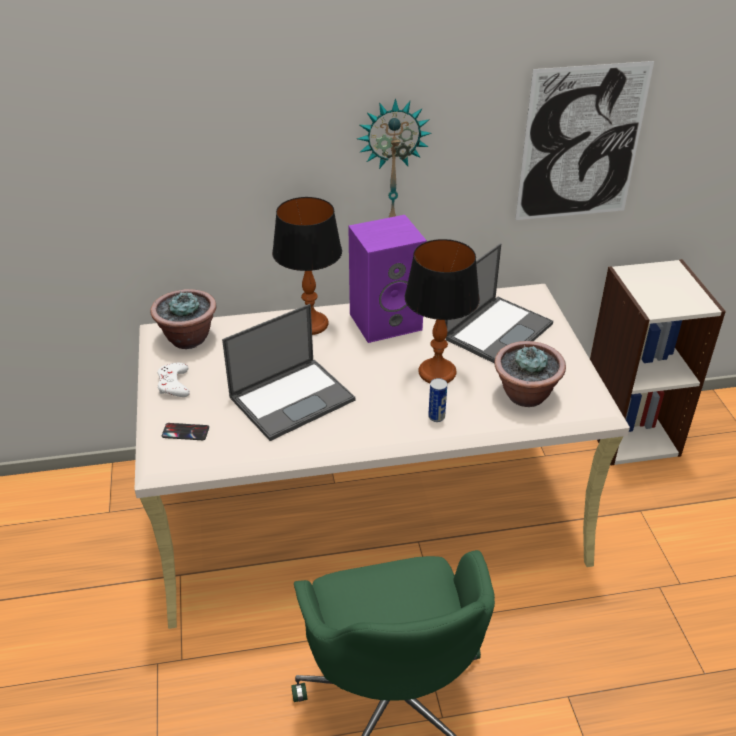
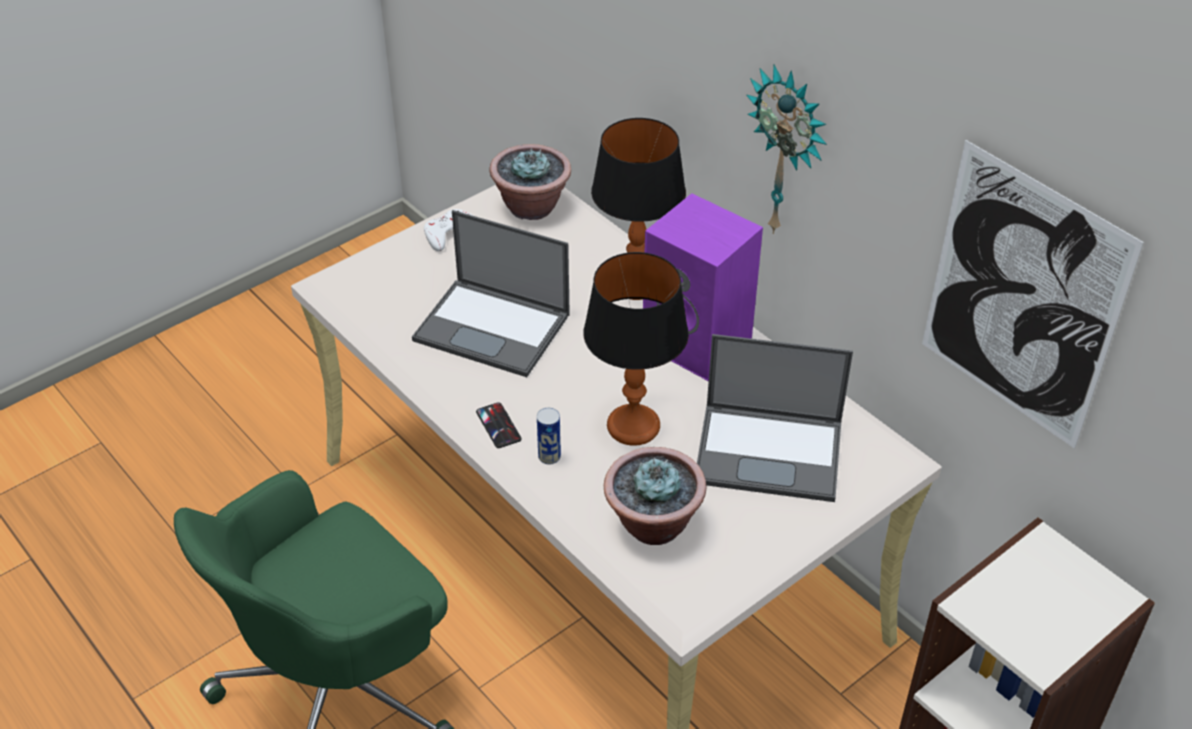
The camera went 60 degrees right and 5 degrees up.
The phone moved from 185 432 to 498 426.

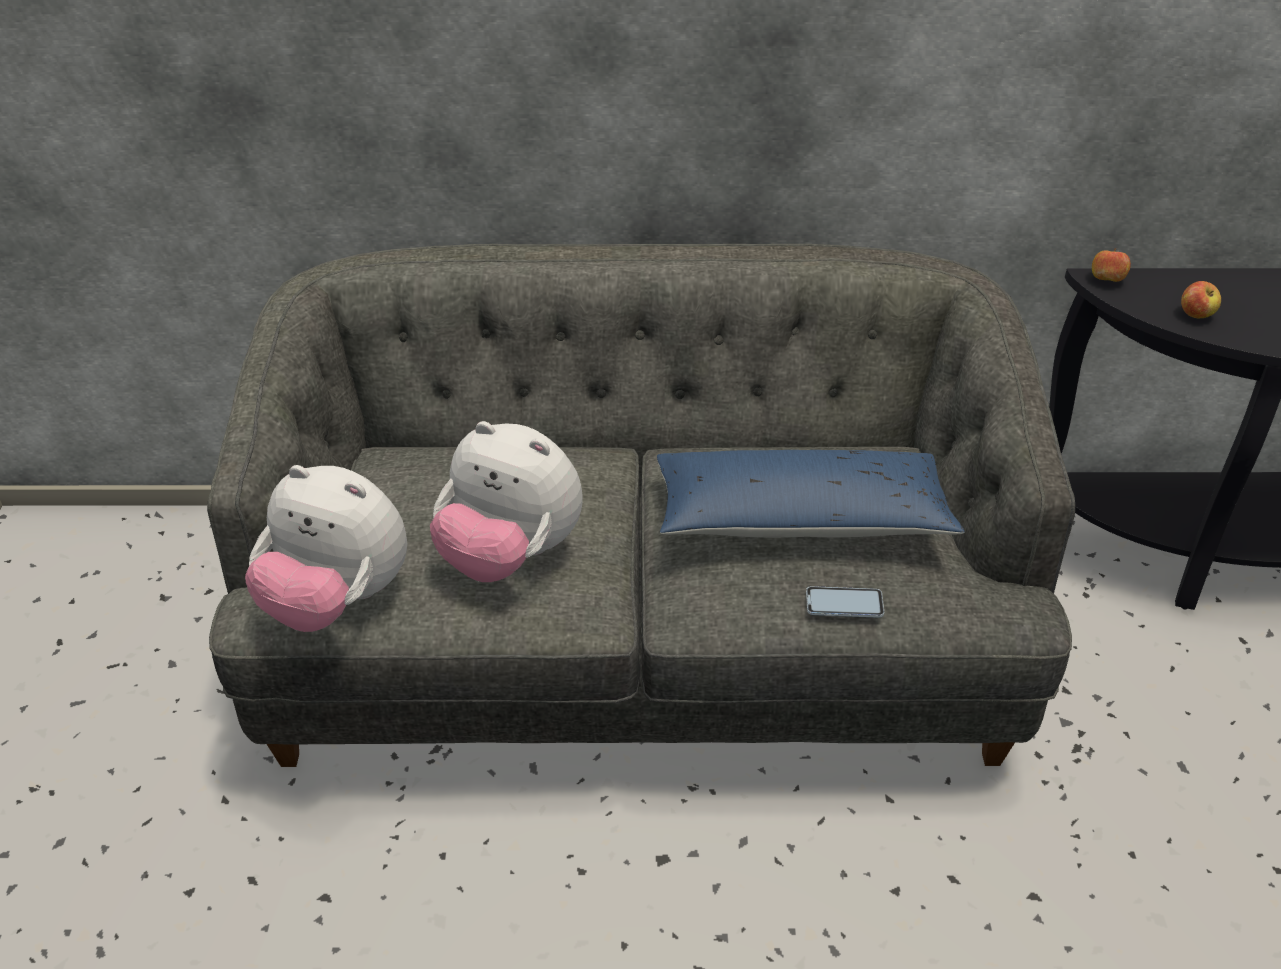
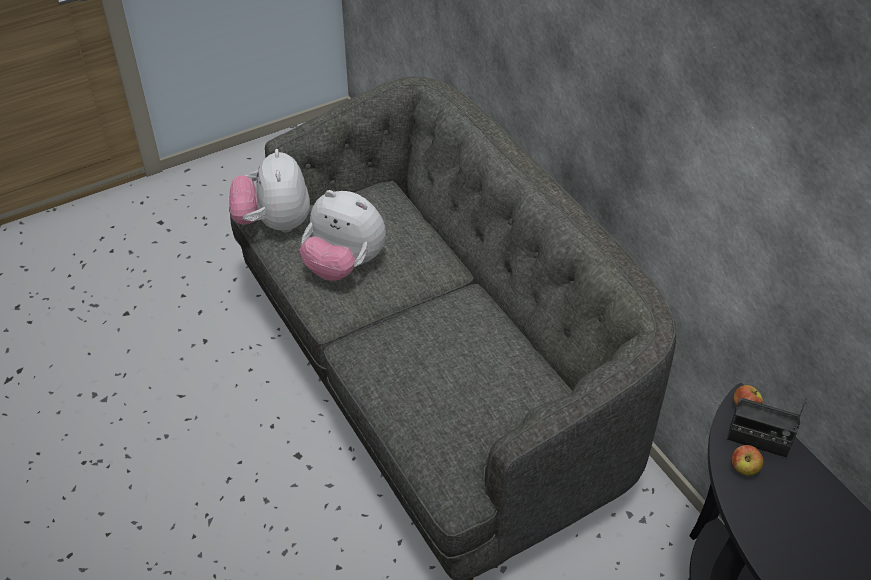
The camera went 60 degrees right and 5 degrees up.
The plush toy at 510 555 turned 60 degrees counterclockwise.
The radio at 758 441 appeared.
The blue pillow at 800 518 disappeared.
The phone at 844 604 disappeared.

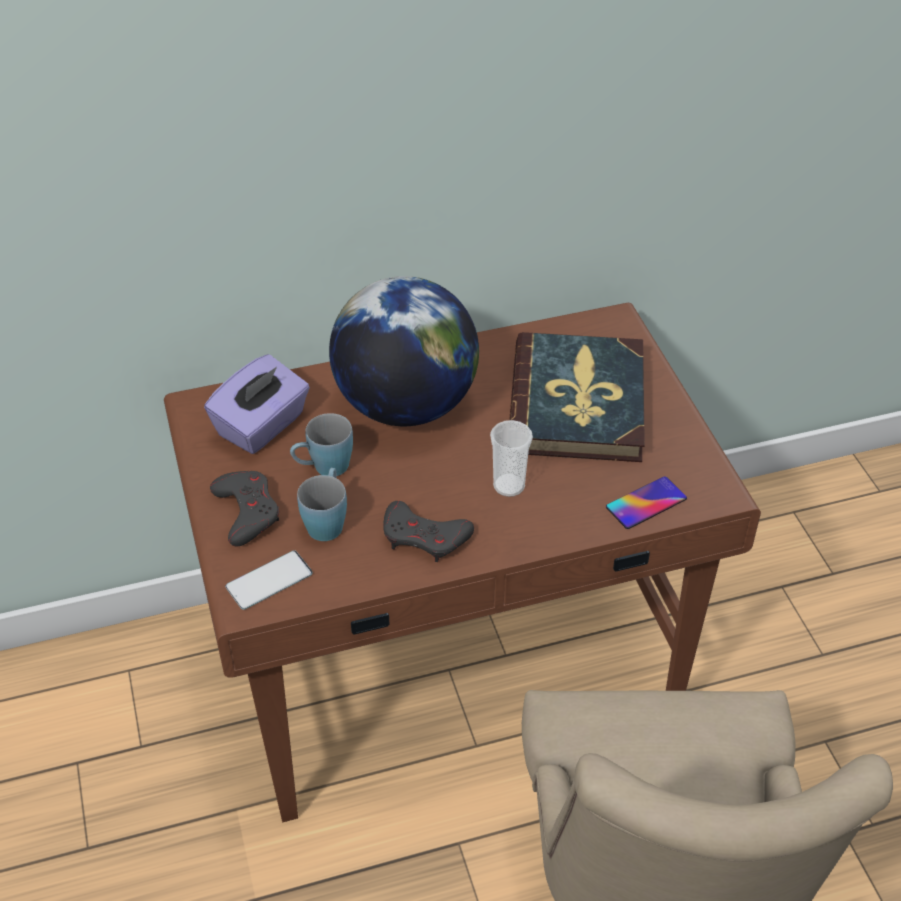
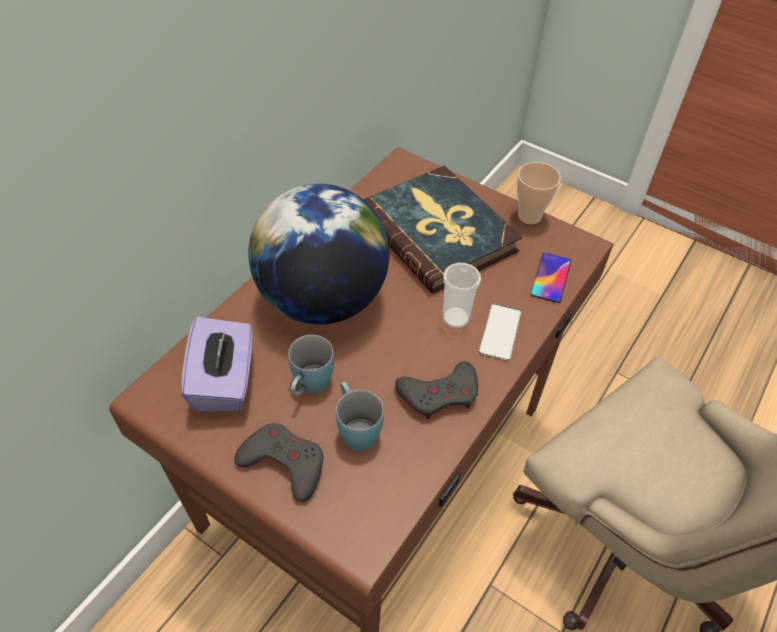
The camera went 40 degrees left and 5 degrees up.
The phone moved from 269 580 to 500 332.
The cup at 529 216 appeared.

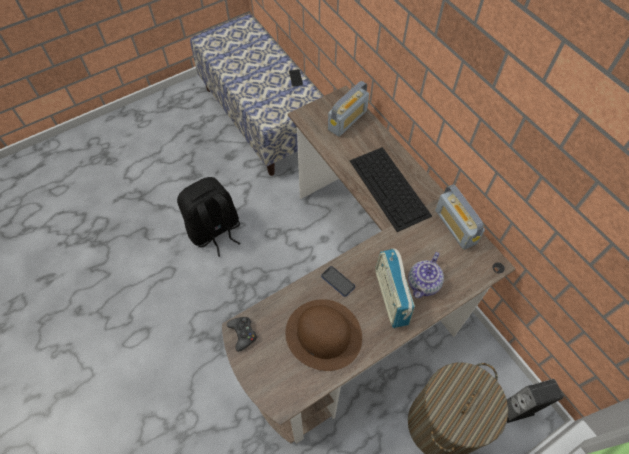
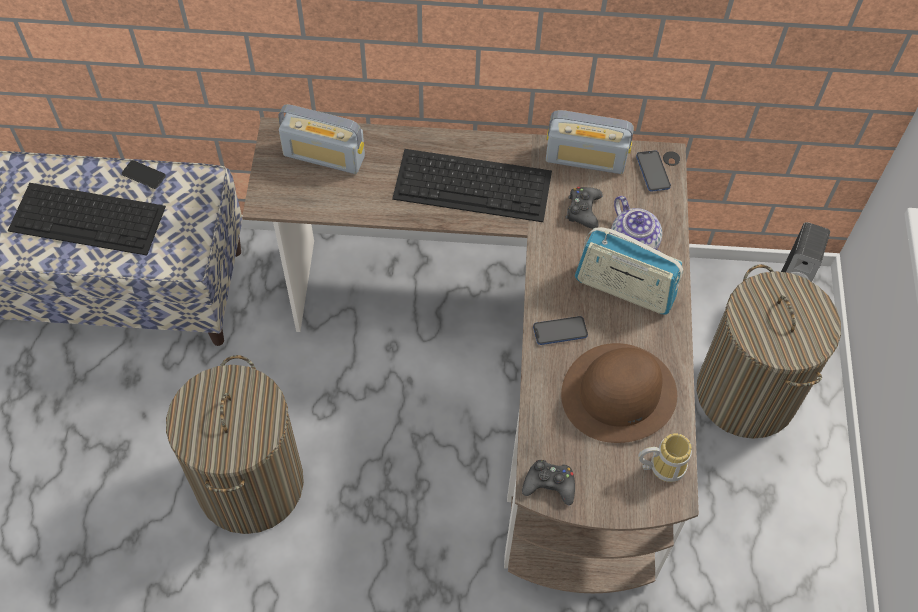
The camera went 55 degrees left and 0 degrees up.
The keyboard at 89 218 appeared.
The black backpack at 214 231 was replaced by the laundry basket at 250 484.
The radio at 347 120 turned 120 degrees clockwise.
The black game controller at 583 210 appeared.
The phone at 653 172 appeared.
The mug at 662 465 appeared.

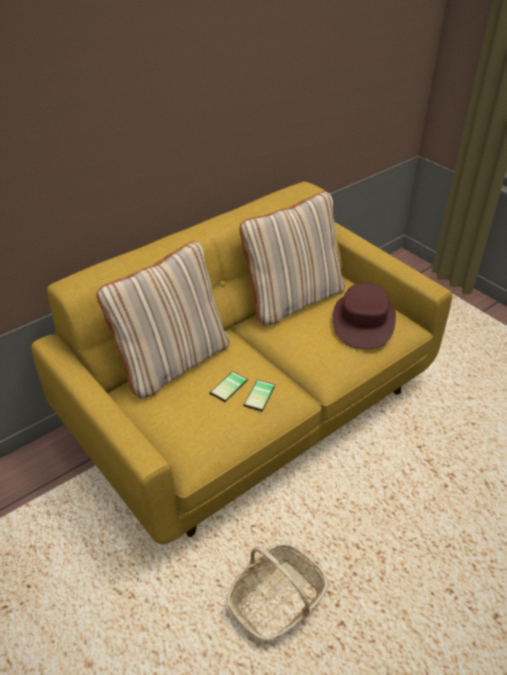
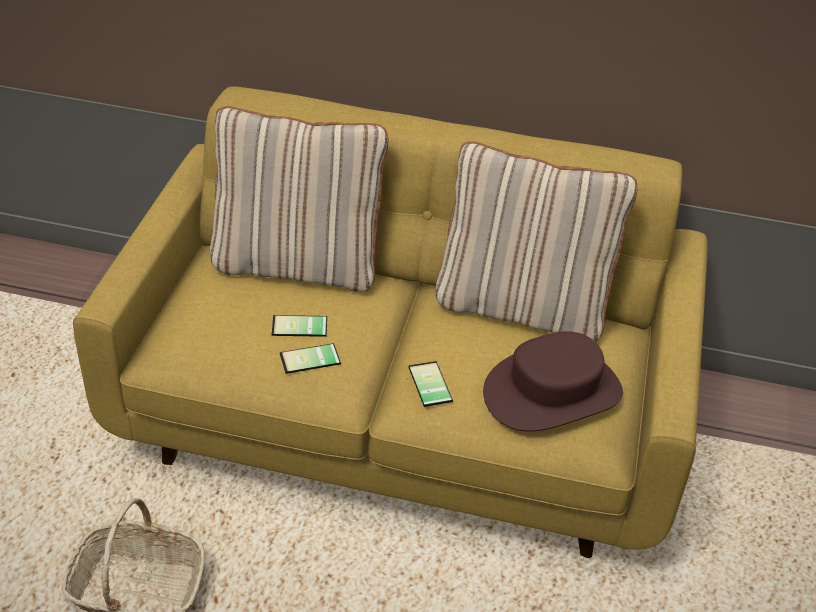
The camera went 50 degrees right and 0 degrees up.
The phone at 427 384 appeared.

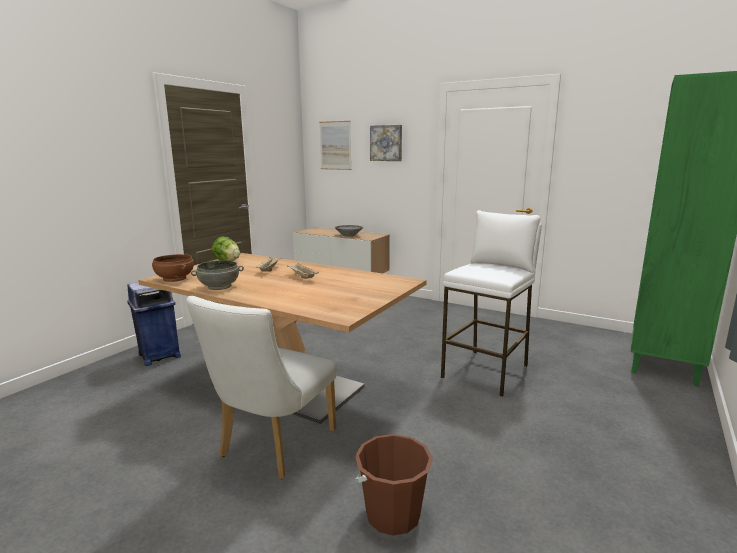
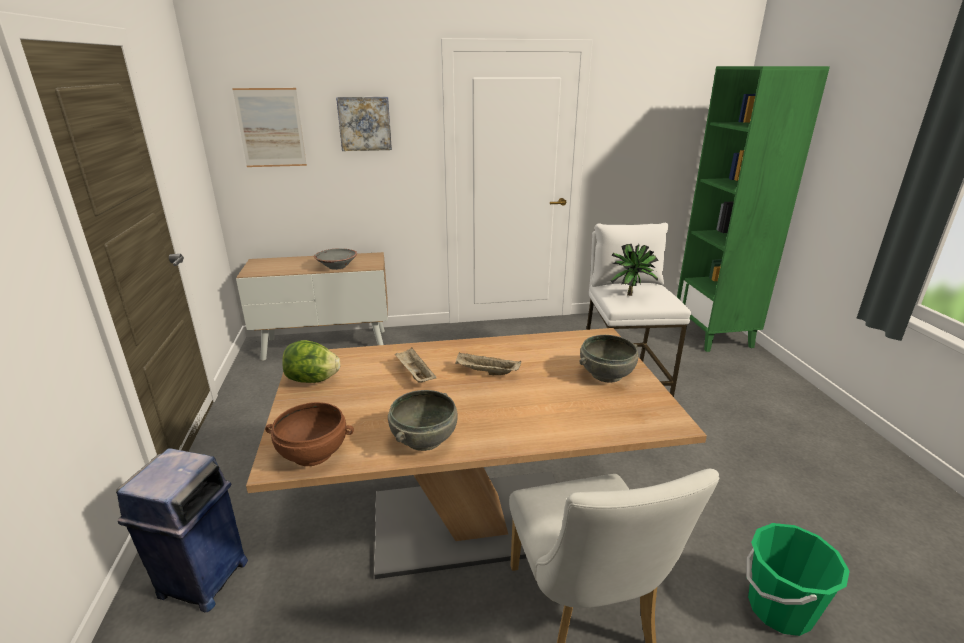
The camera went 40 degrees left and 10 degrees up.
The grey bowl at 606 374 appeared.
The potted plant at 630 294 appeared.
The brown bucket at 393 515 became the green bucket at 779 609.

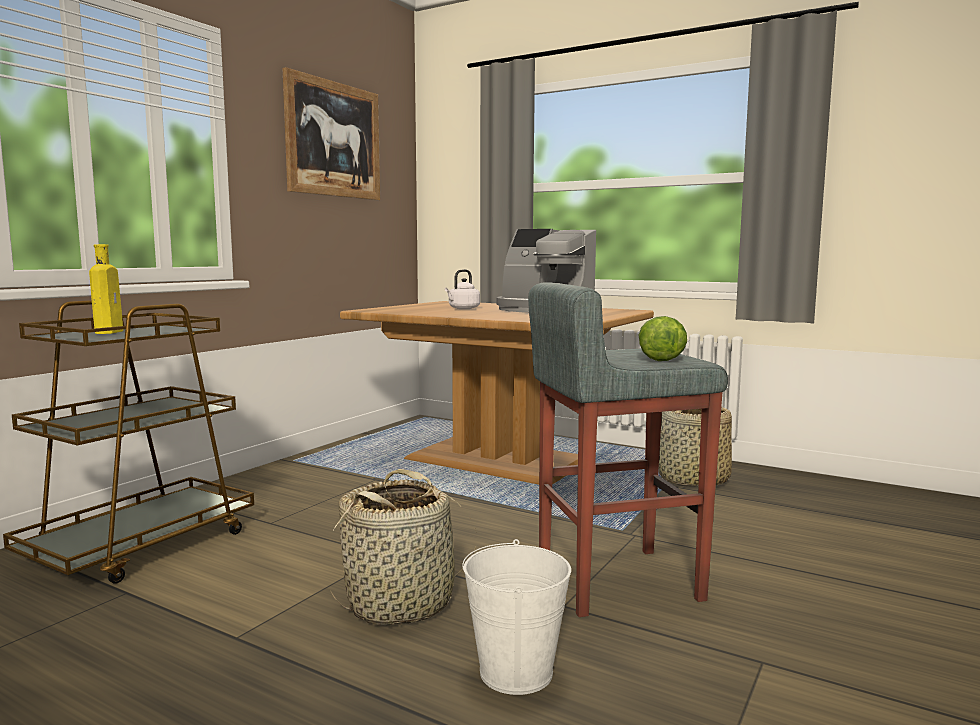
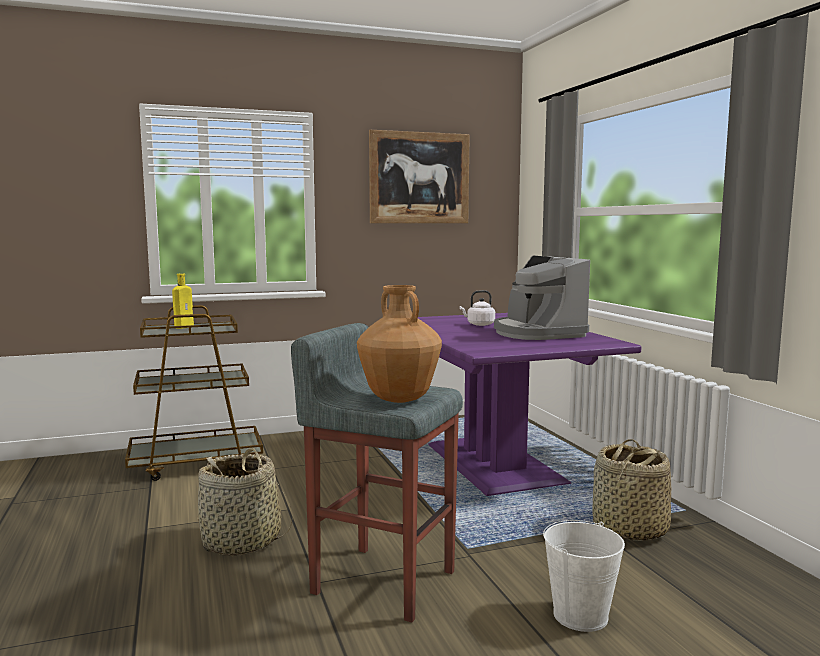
The camera went 40 degrees right and 0 degrees up.
The lettuce at 660 358 was replaced by the brown vase at 399 399.
The brown dining table at 498 459 became the purple dining table at 495 463.
The white bucket moved from 516 672 to 581 615.

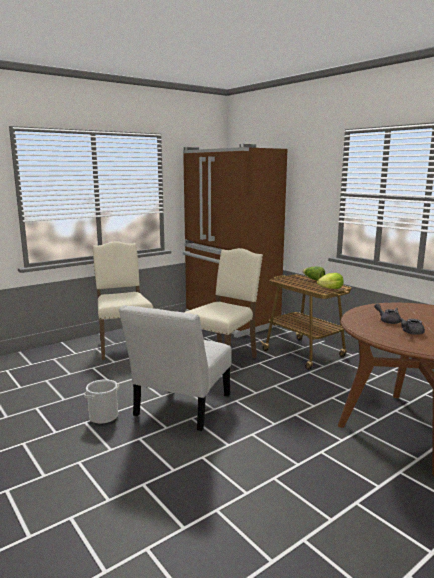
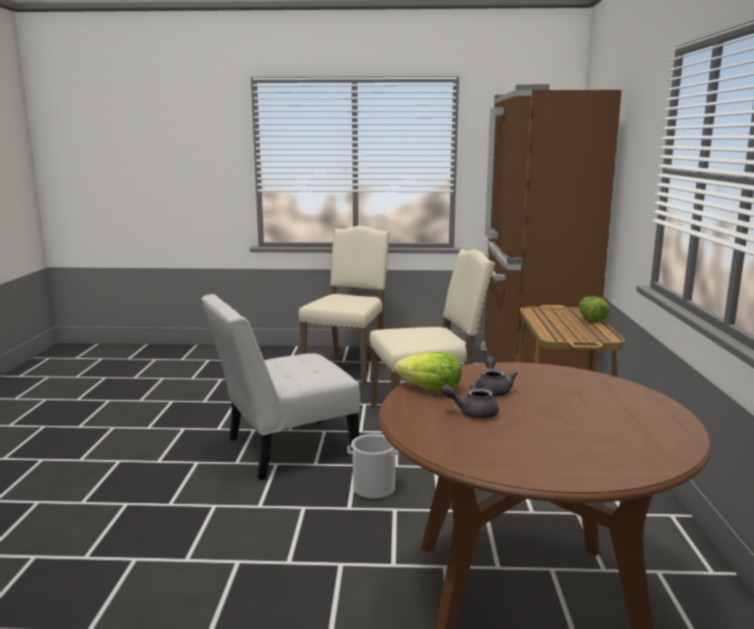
The camera went 40 degrees right and 0 degrees up.
The bucket moved from 103 417 to 374 489.
The lettuce moved from 330 289 to 430 389.

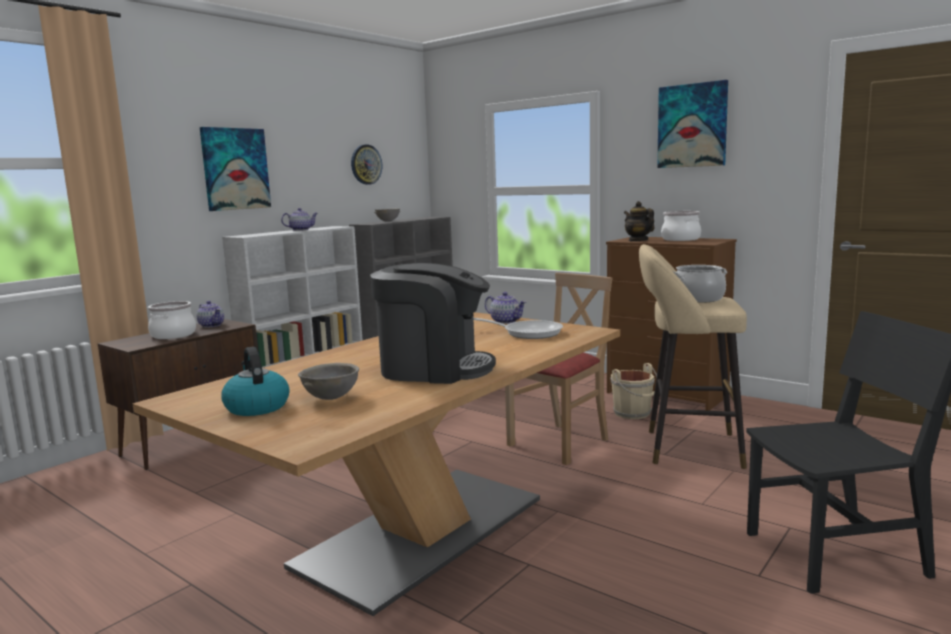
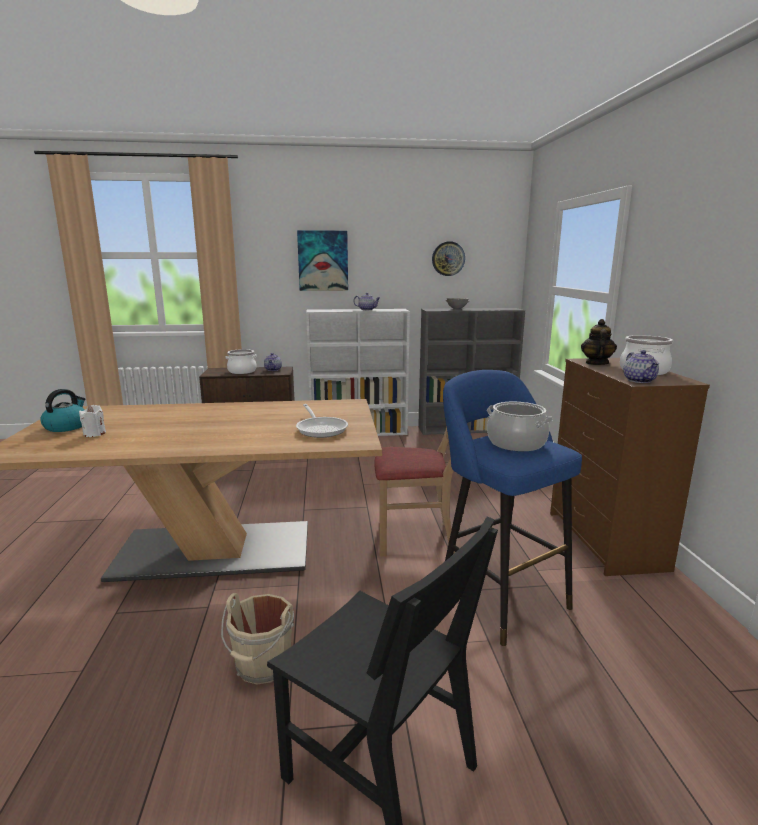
The camera went 45 degrees right and 5 degrees up.
The grey bowl at 330 398 was replaced by the white candle at 94 434.
The beige bucket moved from 633 413 to 262 666.
The beige stool at 686 448 became the blue stool at 497 596.
The teapot moved from 506 321 to 639 380.
The coffee machine at 434 369 disappeared.
The picture at 692 125 disappeared.

